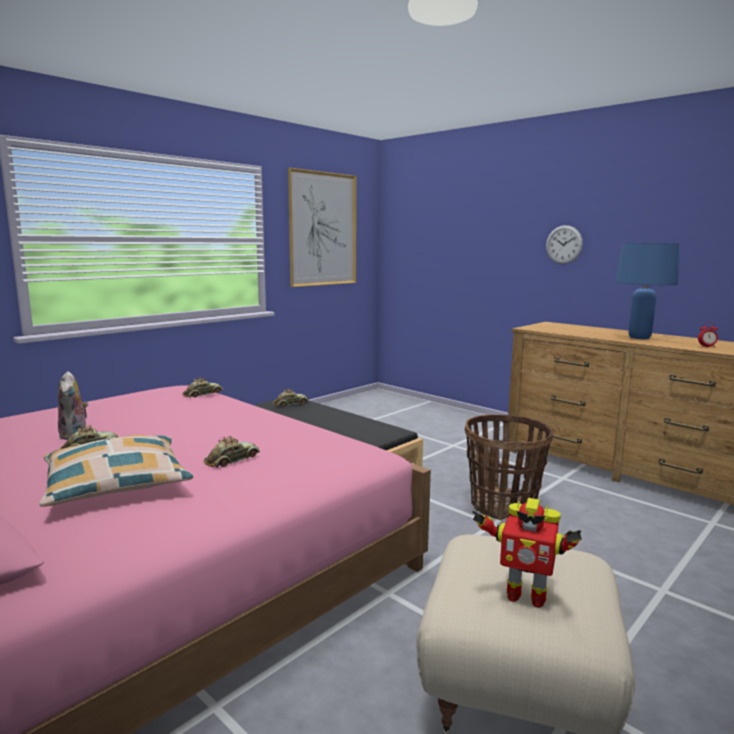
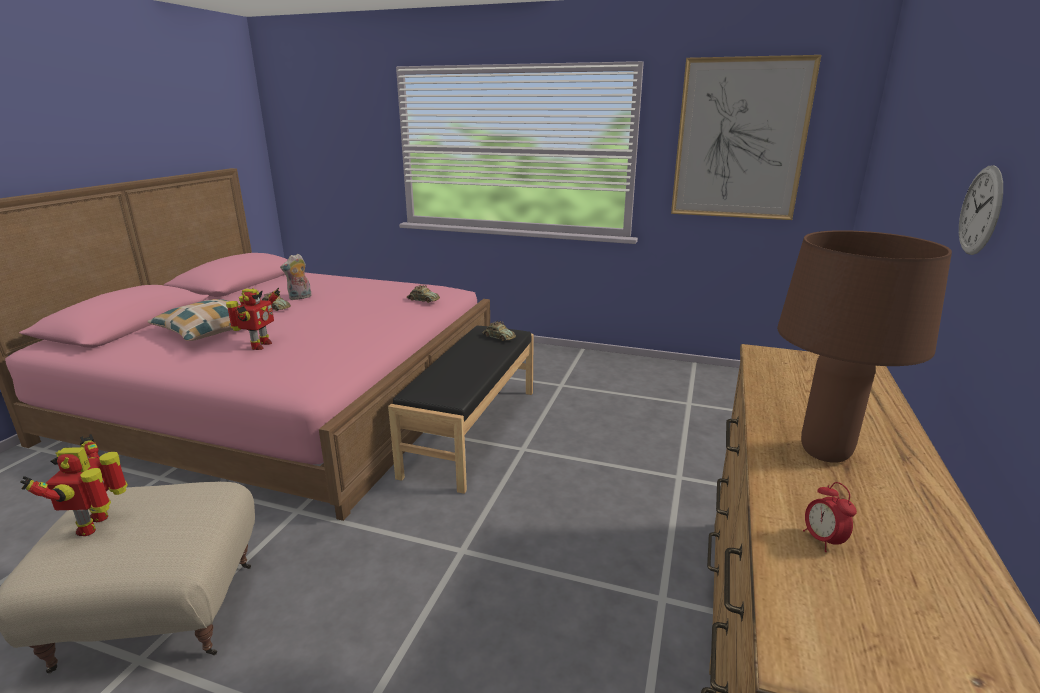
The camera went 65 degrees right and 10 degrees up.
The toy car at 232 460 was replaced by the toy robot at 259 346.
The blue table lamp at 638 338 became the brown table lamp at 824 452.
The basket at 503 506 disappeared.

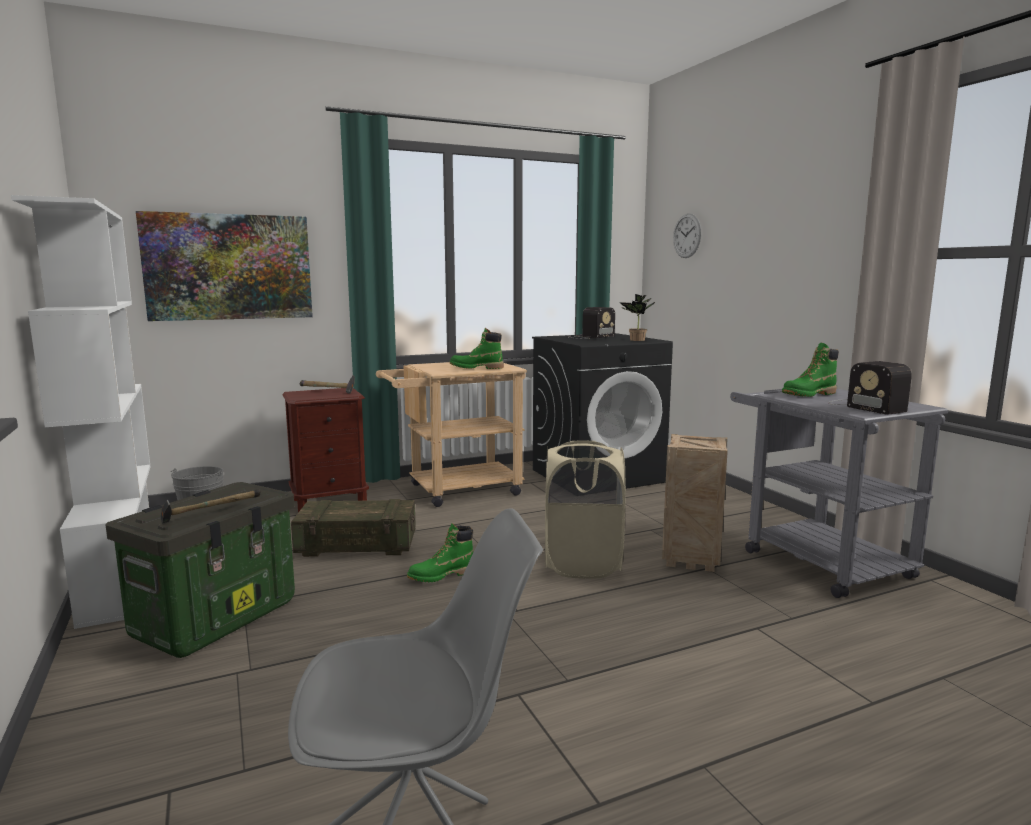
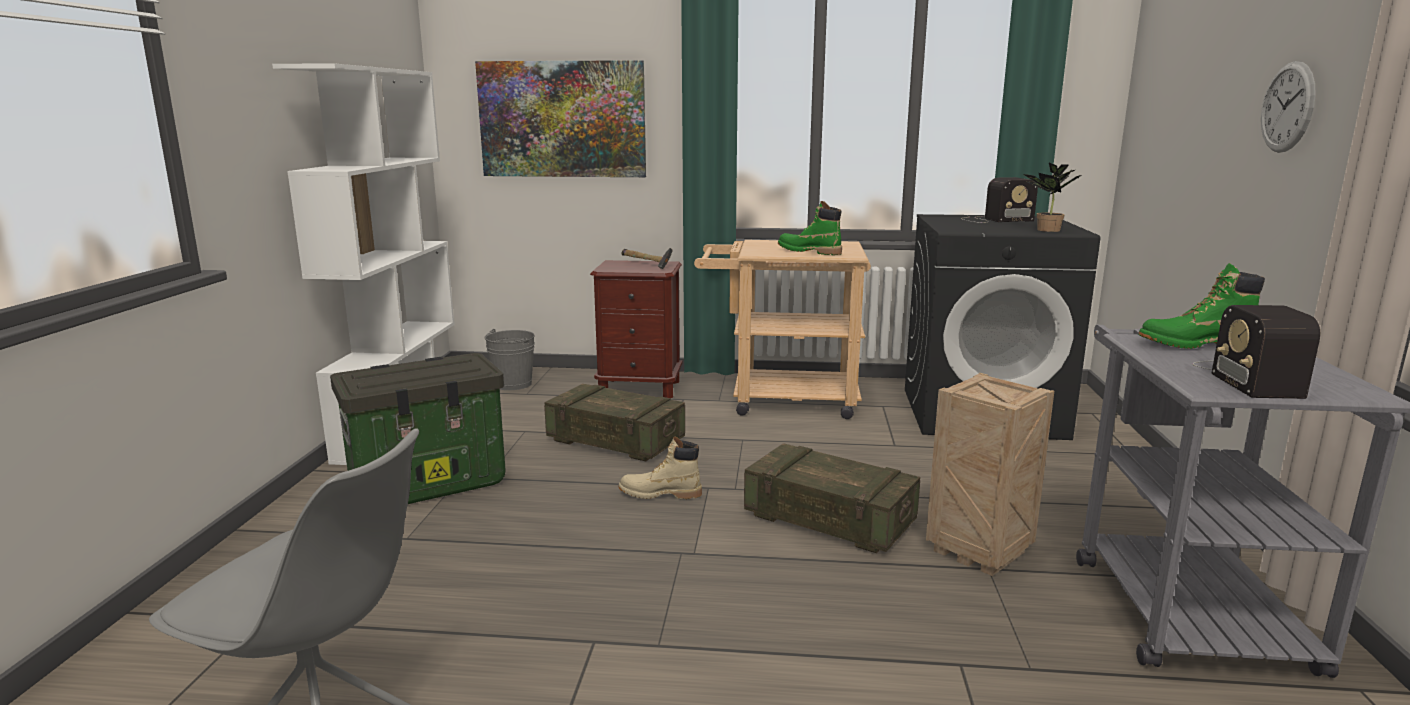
The camera went 30 degrees right and 5 degrees up.
The green boot at 441 575 became the beige boot at 660 494.
The beige laundry basket at 582 563 was replaced by the crate at 829 520.
The wall clock moved from 687 236 to 1287 107.
The hammer at 210 514 disappeared.

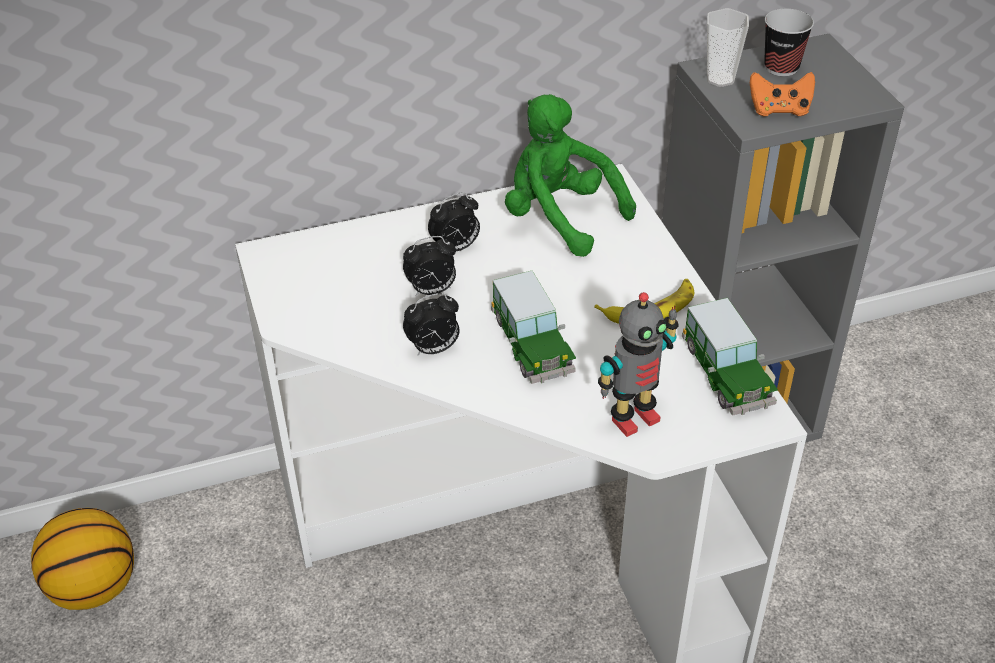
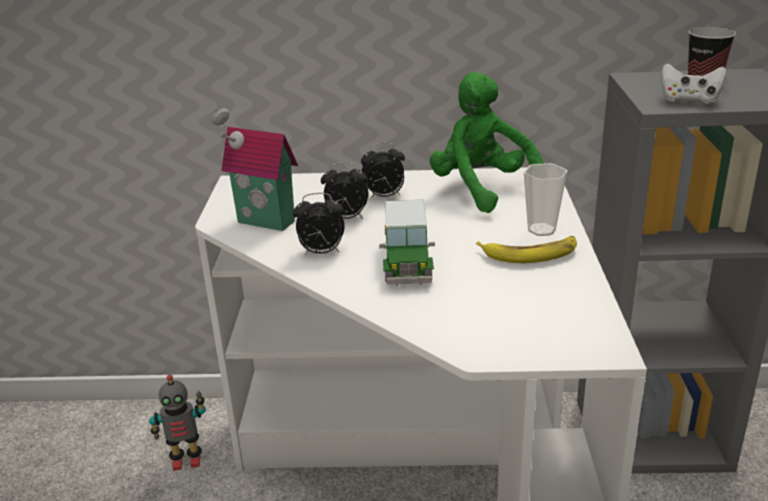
The camera went 20 degrees right and 15 degrees down.
The toy robot moved from 633 418 to 186 460.
The toy house at 263 223 appeared.
The cup moved from 720 79 to 541 230.
The orange game controller at 779 110 became the white game controller at 689 101.
The basketball at 94 587 disappeared.
The toy car at 726 375 disappeared.

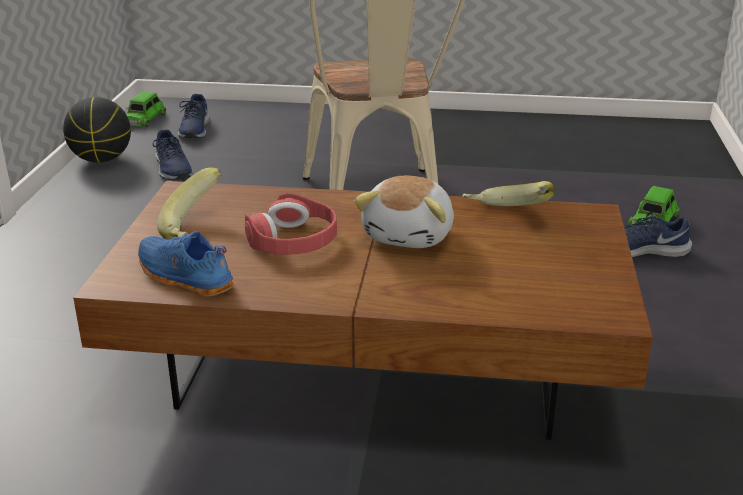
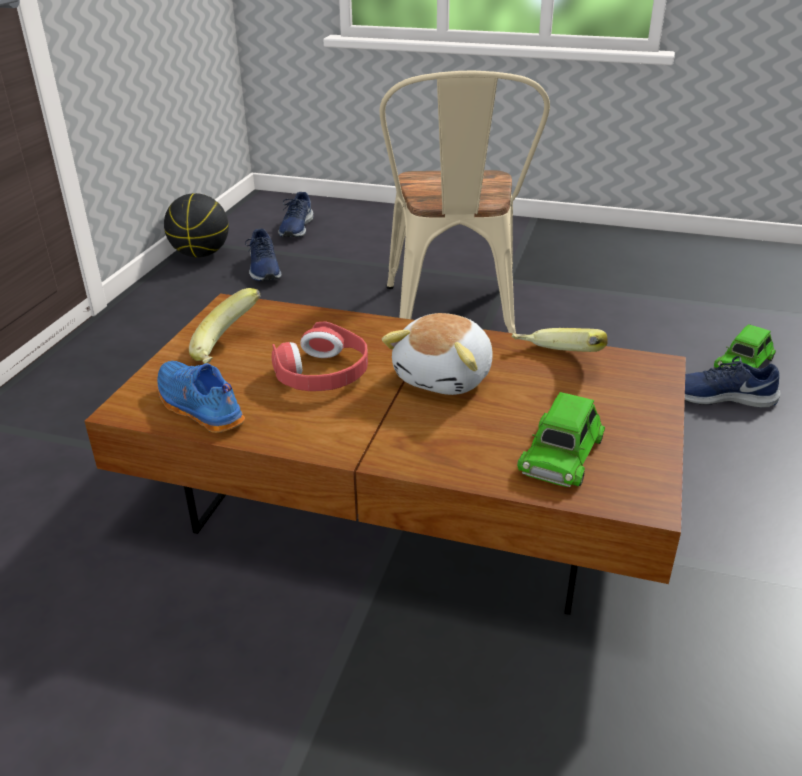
The camera went 10 degrees right and 5 degrees up.
The green toy car moved from 143 119 to 561 454.

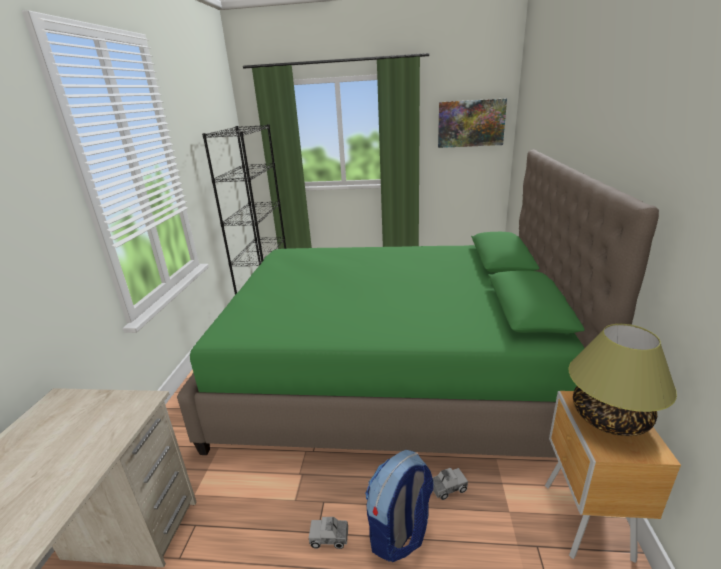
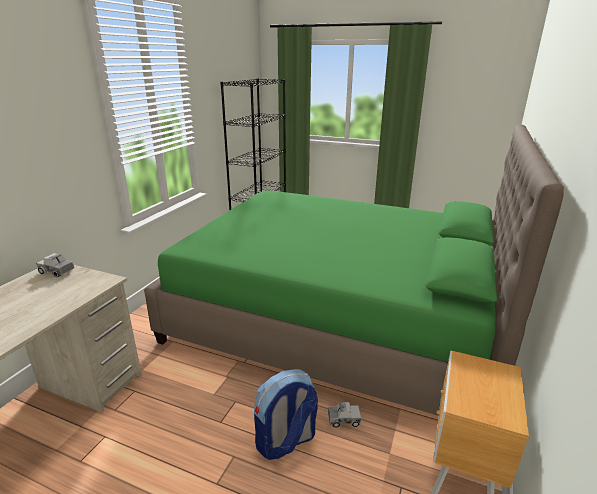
The camera went 15 degrees right and 0 degrees up.
The toy truck moved from 329 537 to 57 271.
The picture at 471 123 disappeared.
The table lamp at 610 418 disappeared.

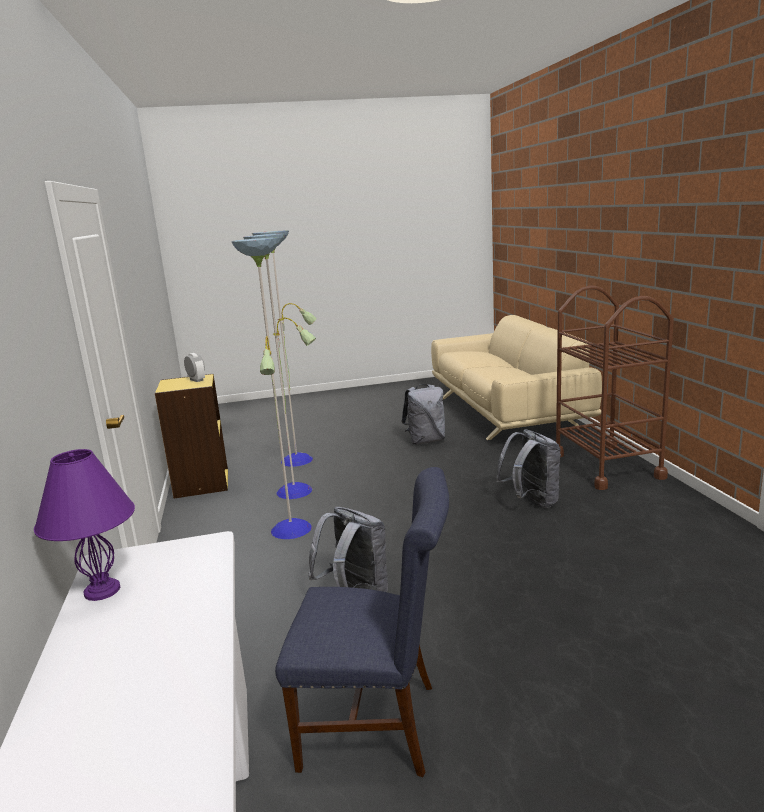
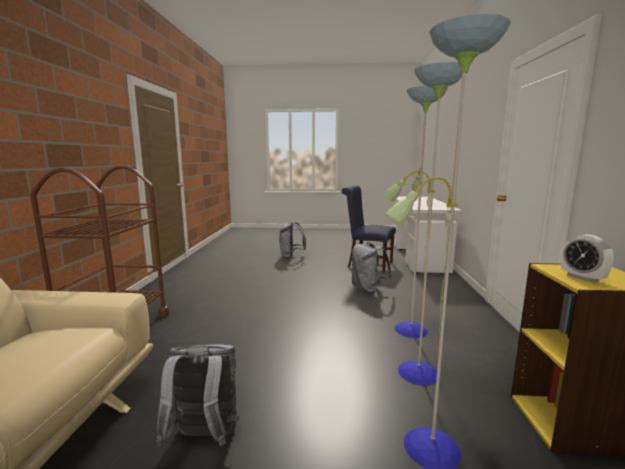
The camera went 165 degrees left and 5 degrees down.
The grey backpack moved from 531 502 to 291 256.
The purple table lamp at 103 591 disappeared.

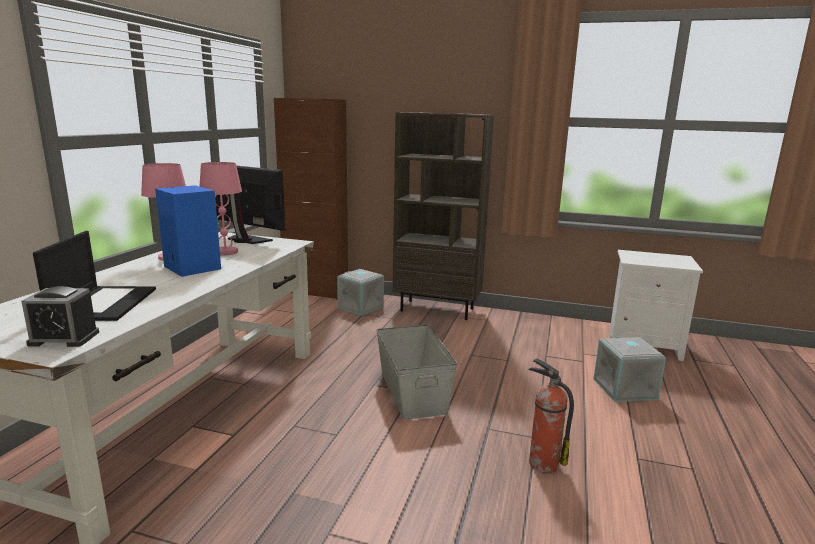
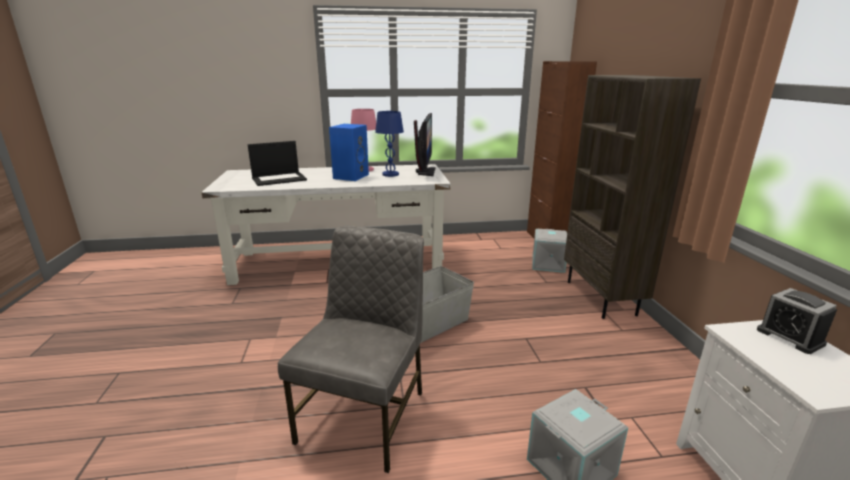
The camera went 65 degrees right and 5 degrees up.
The fire extinguisher at 542 462 was replaced by the grey chair at 365 415.
The pink table lamp at 225 252 became the blue table lamp at 390 174.
The alarm clock moved from 64 338 to 790 337.

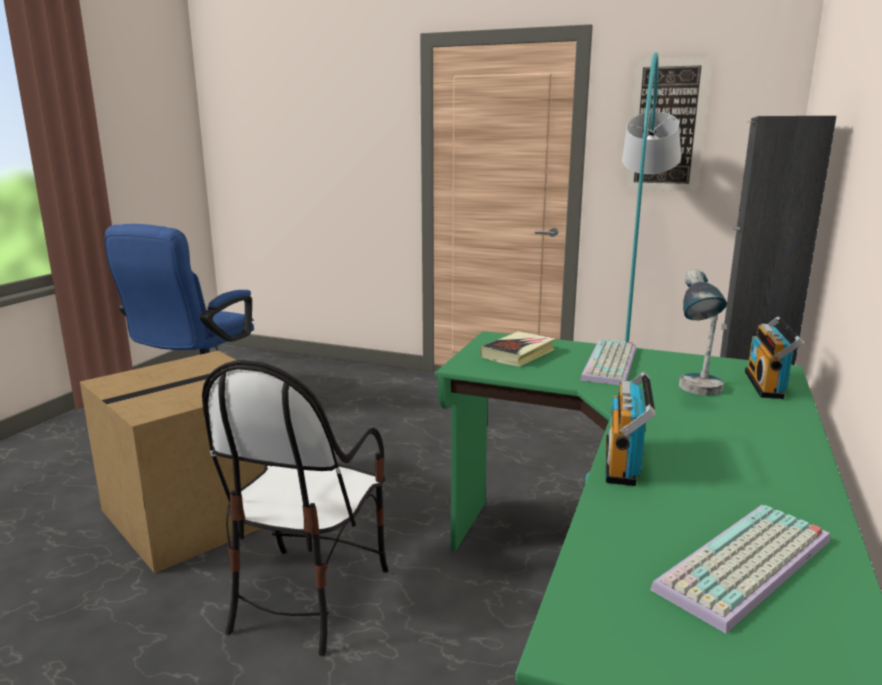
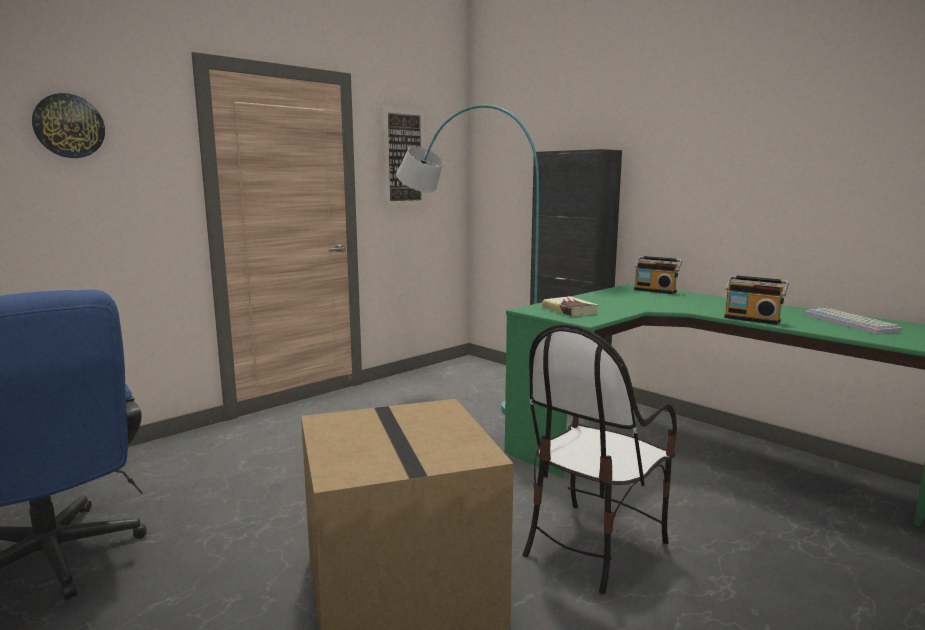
The camera went 65 degrees left and 5 degrees down.
The wall clock at 69 126 appeared.
The chair at 307 596 turned 90 degrees clockwise.
The keyboard at 612 364 disappeared.
The table lamp at 697 393 disappeared.

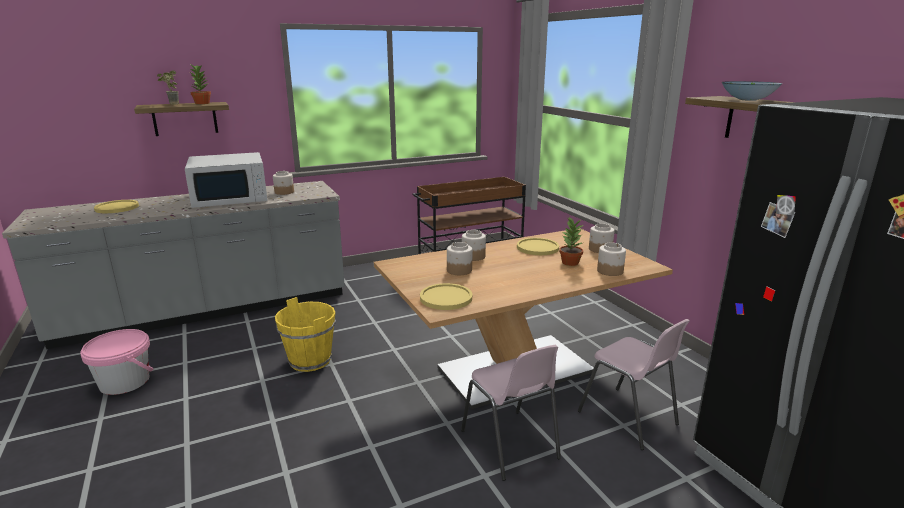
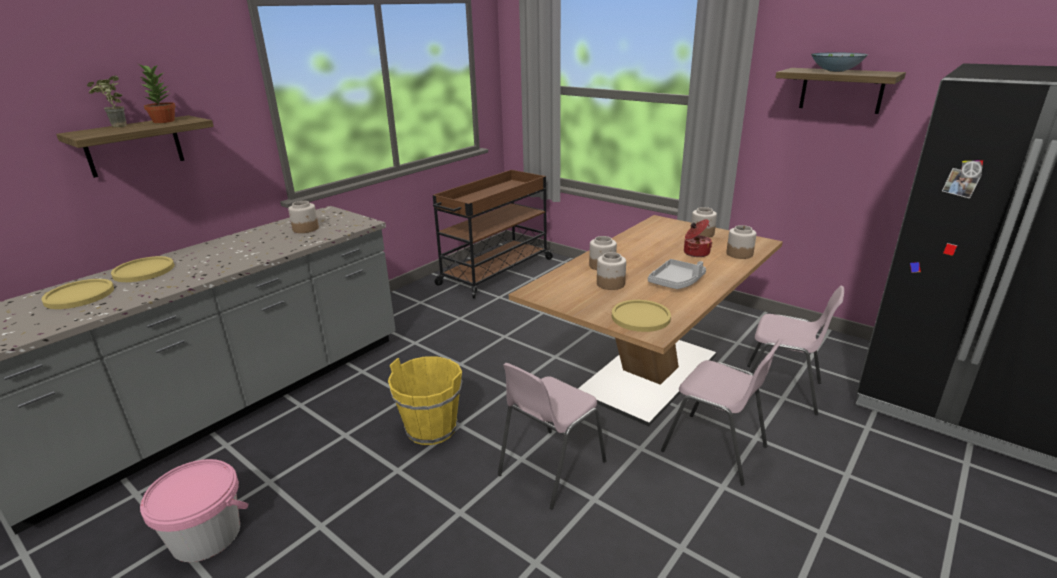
The camera went 25 degrees left and 5 degrees up.
The yellow plate moved from 537 247 to 144 271.
The pink chair at 550 468 appeared.
The grey tray at 676 282 appeared.
The potted plant at 569 262 was replaced by the cooking pot at 695 252.
The white microwave at 231 198 disappeared.

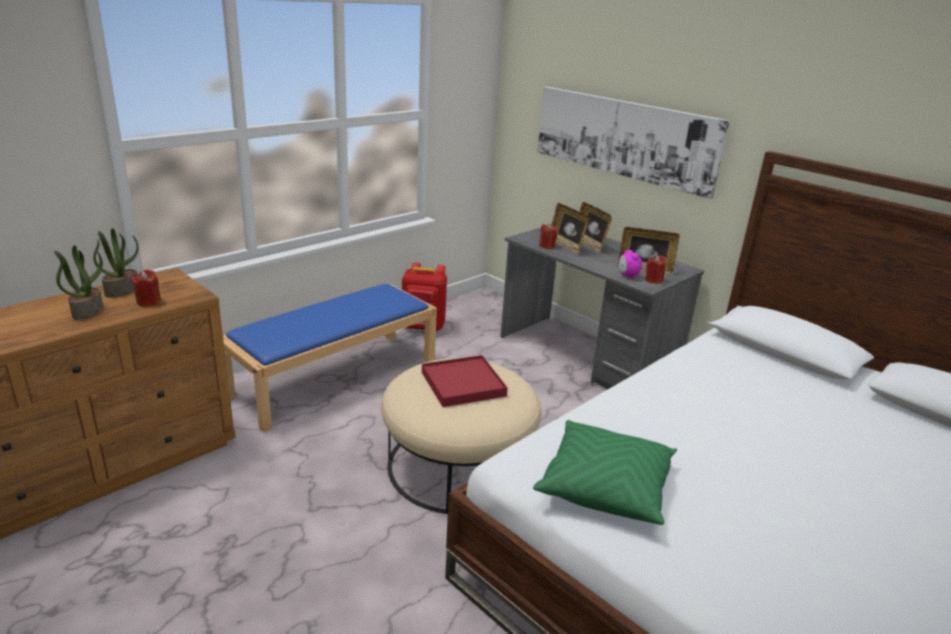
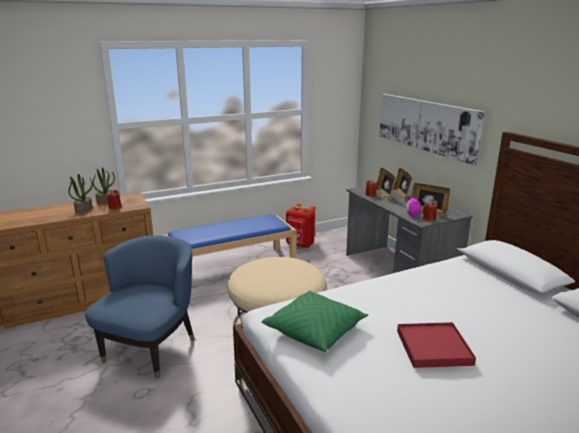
The camera went 20 degrees right and 5 degrees down.
The blue armchair at 151 348 appeared.
The red tray moved from 463 384 to 433 347.

